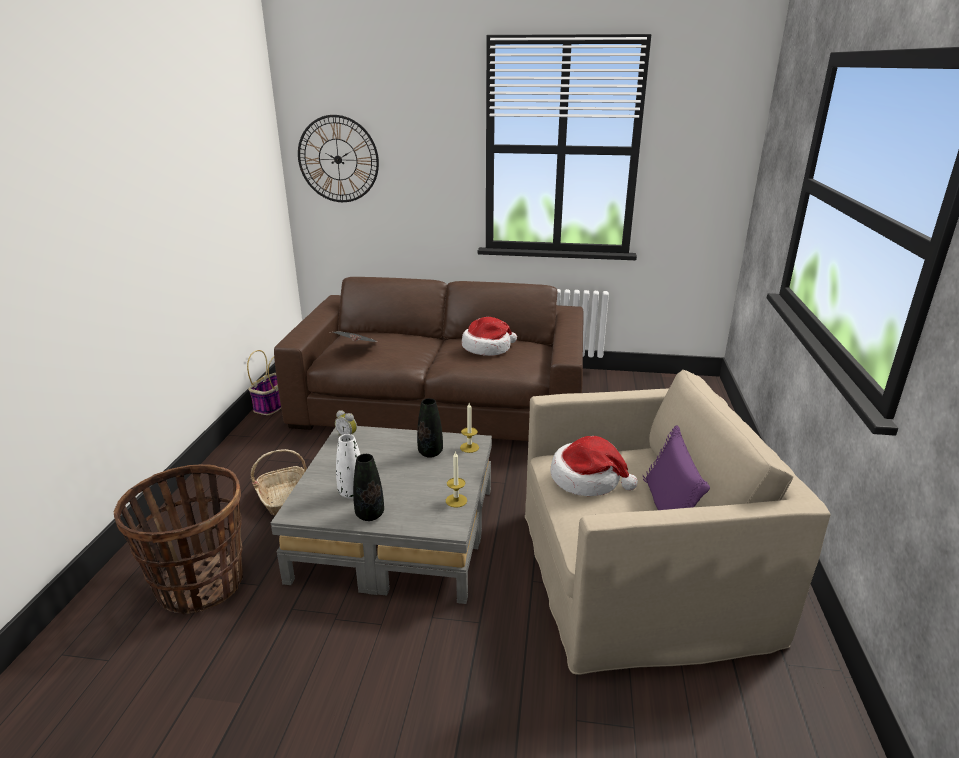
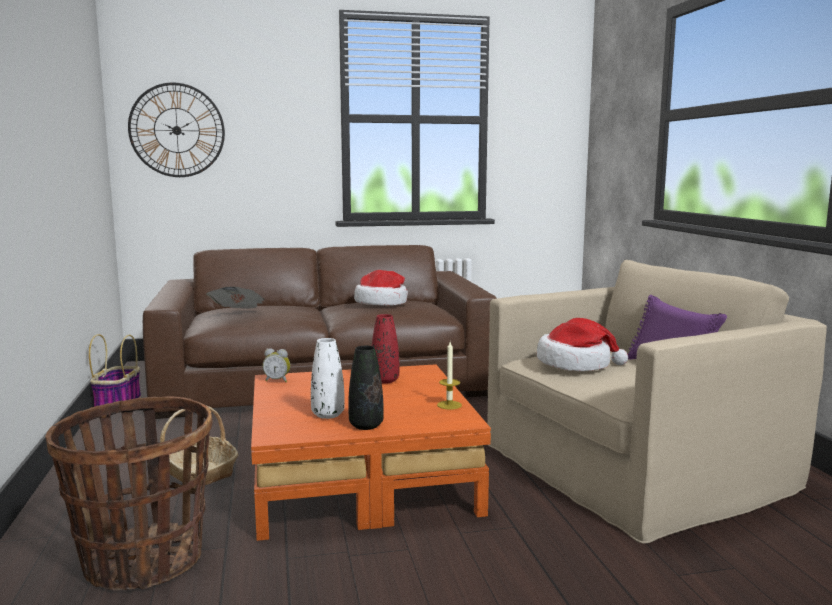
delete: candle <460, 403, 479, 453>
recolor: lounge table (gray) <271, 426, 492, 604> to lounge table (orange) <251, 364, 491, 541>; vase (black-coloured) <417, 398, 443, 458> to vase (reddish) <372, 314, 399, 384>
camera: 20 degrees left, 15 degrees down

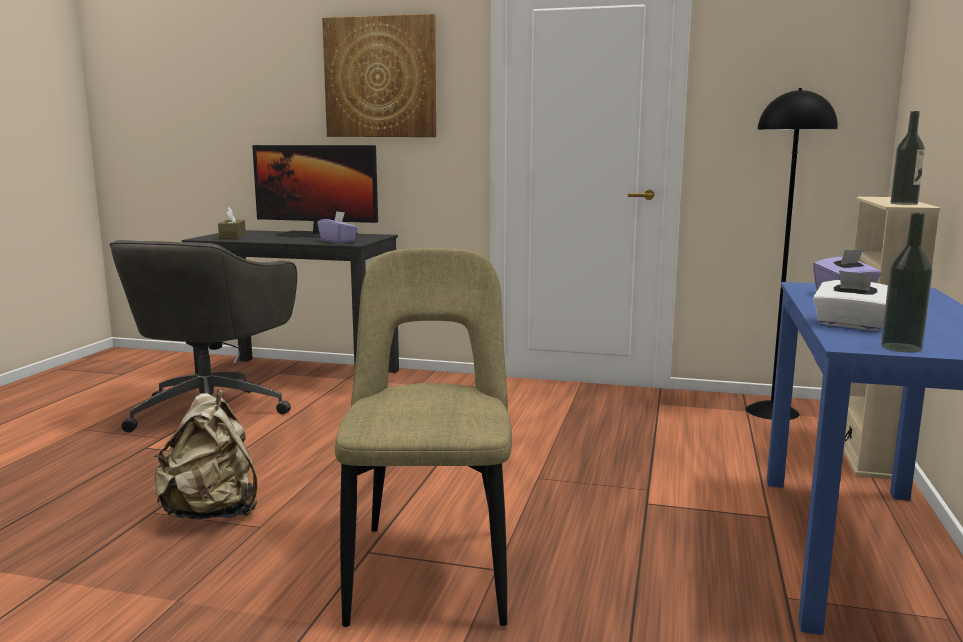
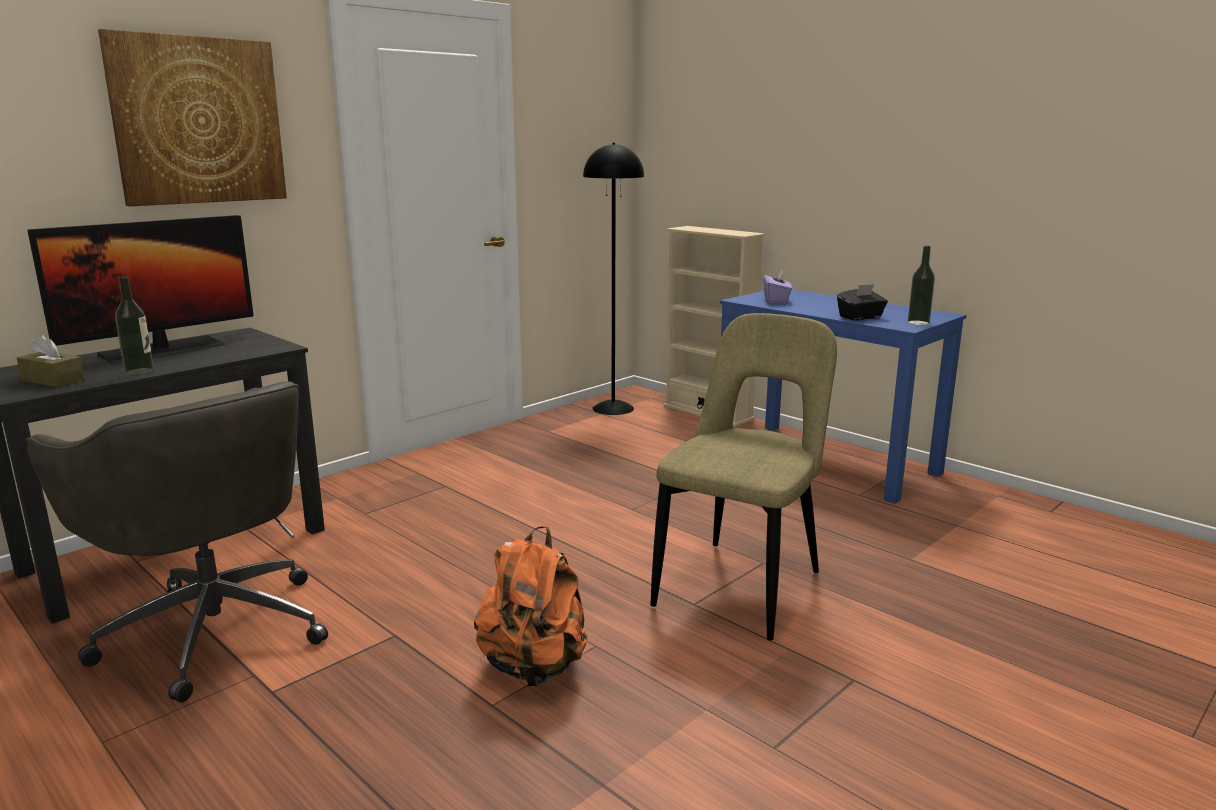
delete: tissue holder (purple) <317, 211, 358, 244>
move: beverage bottle <891, 111, 925, 205> to <115, 276, 154, 375>
recolor: knapsack (sand-coloured) <154, 389, 257, 519> to knapsack (orange) <474, 526, 588, 686>; tissue holder (white-coloured) <813, 270, 888, 331> to tissue holder (black-coloured) <837, 284, 888, 320>
rotate: upright chair (sand-coloured) <335, 248, 512, 627> = <650, 313, 837, 641> 90 degrees clockwise
camera: 60 degrees left, 5 degrees up

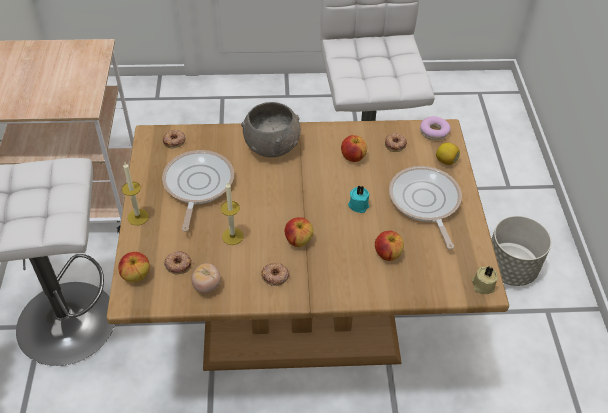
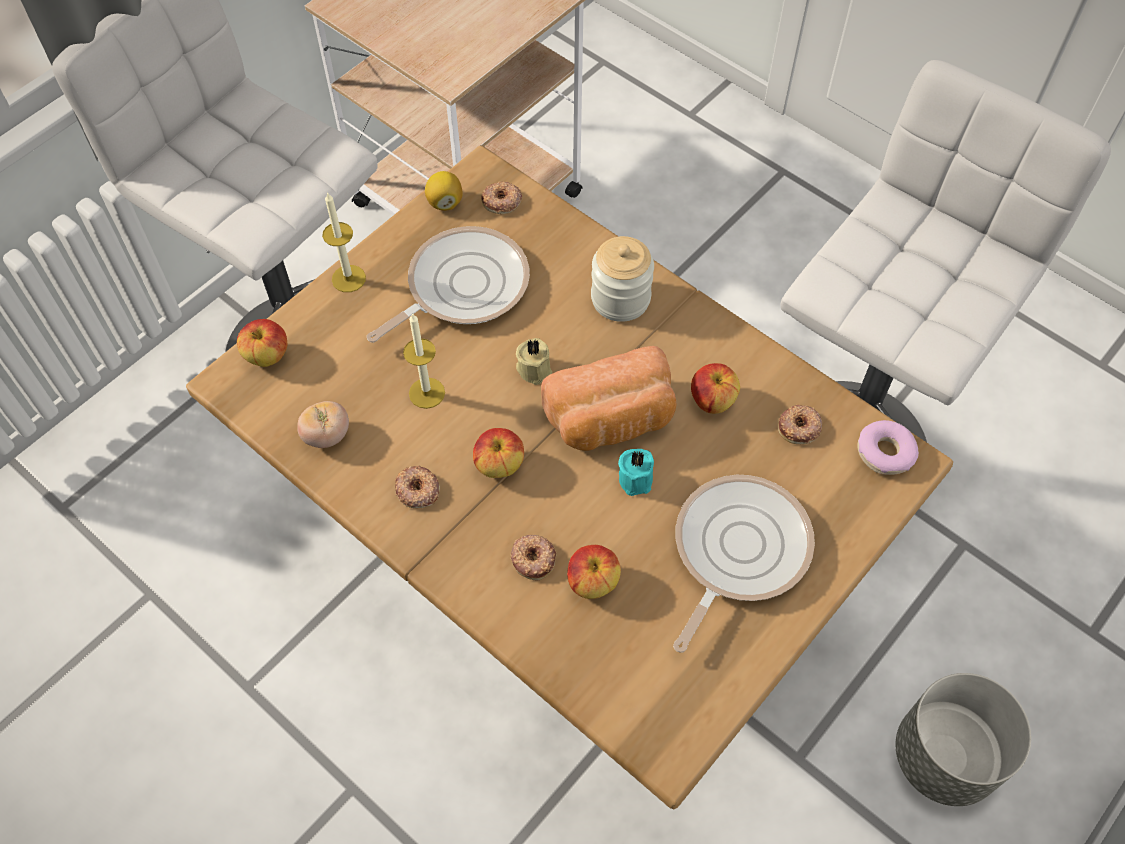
insert: baked bread <541, 346, 677, 451>
move: doughnut <164, 251, 192, 275> to <511, 535, 557, 580>; lemon <436, 143, 460, 165> to <425, 171, 463, 211>; candle (sand-coloured) <472, 266, 498, 294> to <516, 338, 552, 385>
replace: bowl (gray) <241, 102, 301, 158> to jar <591, 236, 654, 322>
camera: 45 degrees right, 10 degrees up

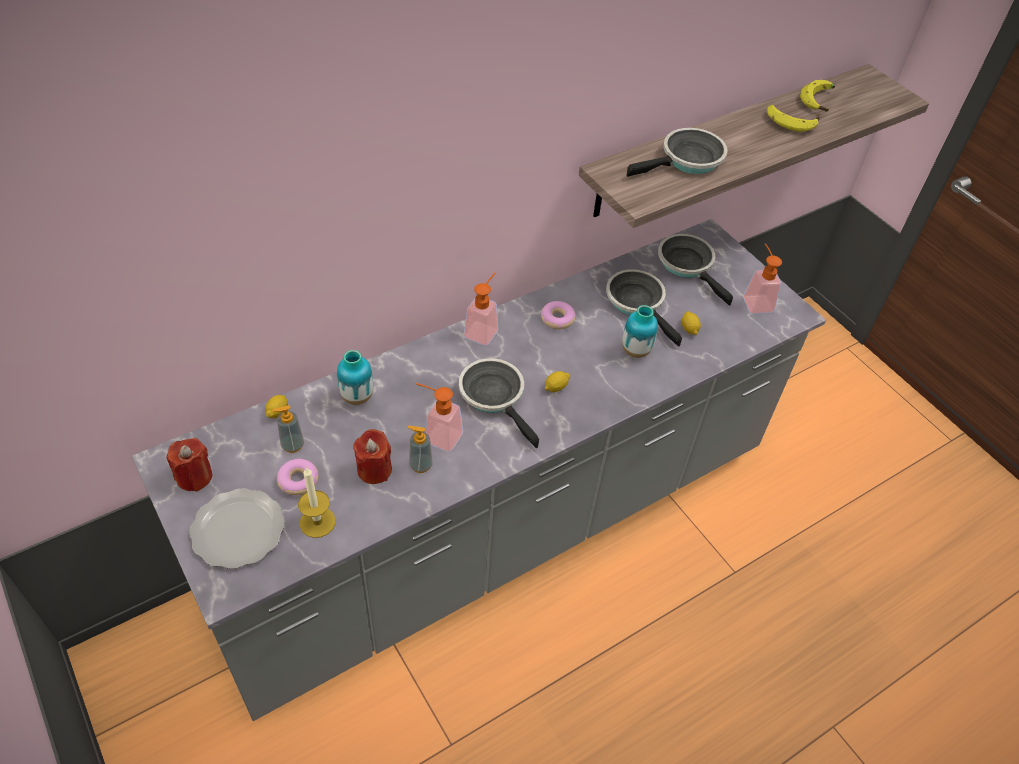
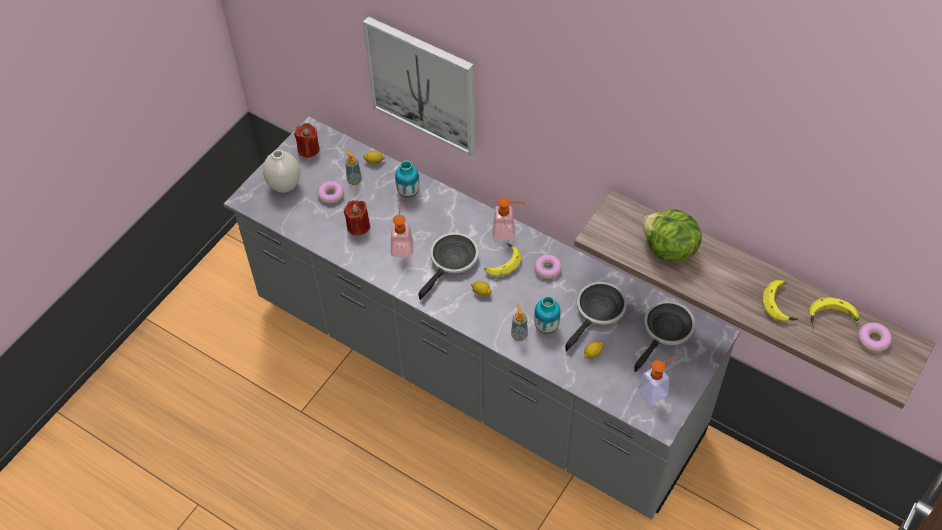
delete: candle <298, 467, 336, 538>
insert: wall art <363, 16, 475, 155>; whole banana <485, 243, 521, 276>; doughnut <858, 322, 892, 352>
move: soap dispenser <407, 426, 433, 473> to <511, 304, 528, 341>
replace: dinner plate <189, 488, 285, 569> to vase (white-coloured) <263, 150, 300, 193>; skillet <626, 128, 728, 177> to lettuce head <642, 210, 702, 262>
camera: 70 degrees right, 5 degrees up

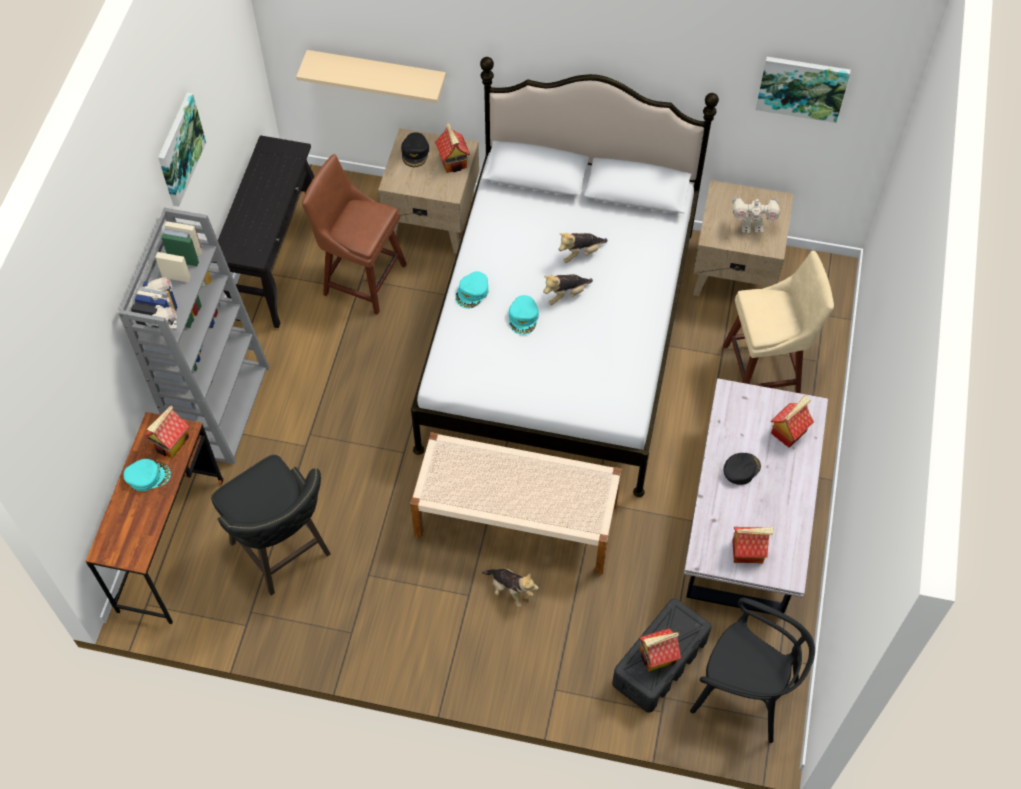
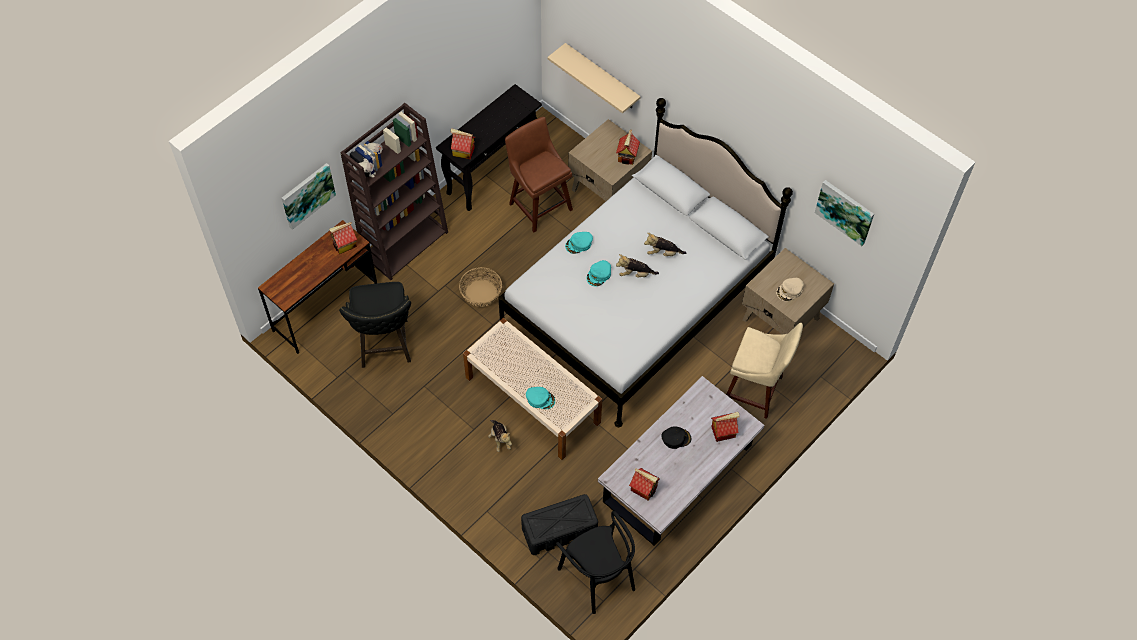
delete: peaked cap (black-coloured) <401, 133, 429, 167>
insert: household basket <459, 267, 502, 307>
move: peaked cap (turquoise) <124, 459, 171, 491> to <526, 387, 555, 409>; wall art <158, 92, 206, 207> to <282, 163, 336, 230>; toy house <640, 628, 681, 672> to <450, 129, 475, 160>
replace: toy robot <732, 197, 780, 233> to peaked cap (sand-coloured) <776, 278, 804, 301>
recolor: bookcase (gray) <118, 208, 270, 464> to bookcase (brownish) <340, 103, 448, 280>
camera: 30 degrees right, 0 degrees up

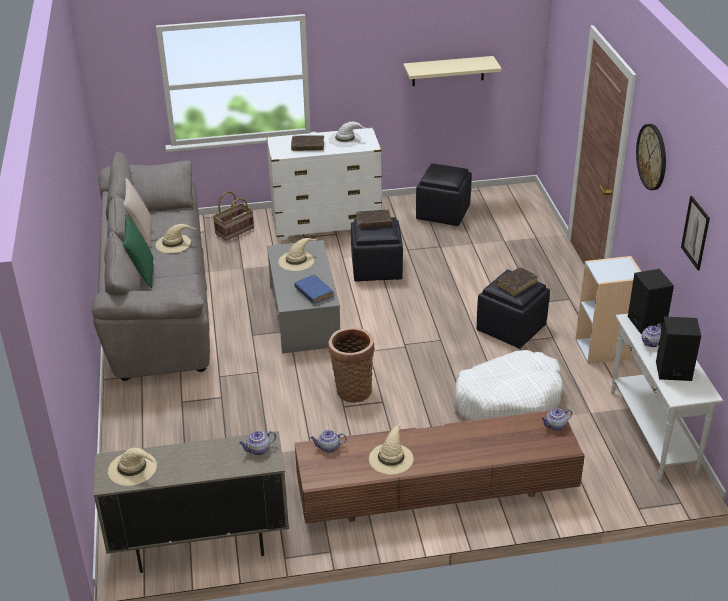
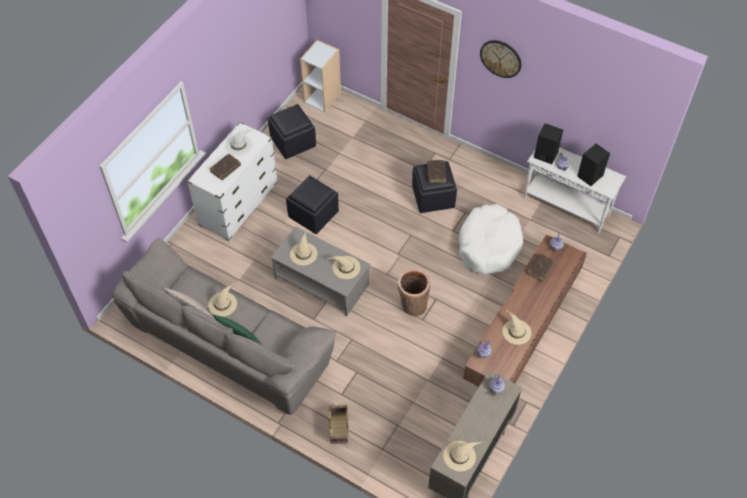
delete: shelf (sand-coloured) <403, 56, 502, 86>; wall art <681, 196, 710, 271>
move: household basket <213, 191, 254, 241> to <328, 405, 348, 444>; volume (brownish) <356, 210, 391, 228> to <526, 253, 555, 282>; bookcase <575, 256, 641, 364> to <300, 40, 341, 112>
replace: volume (bluish) <294, 275, 334, 304> to hat (sand-coloured) <326, 256, 360, 279>
camera: 50 degrees left, 20 degrees up

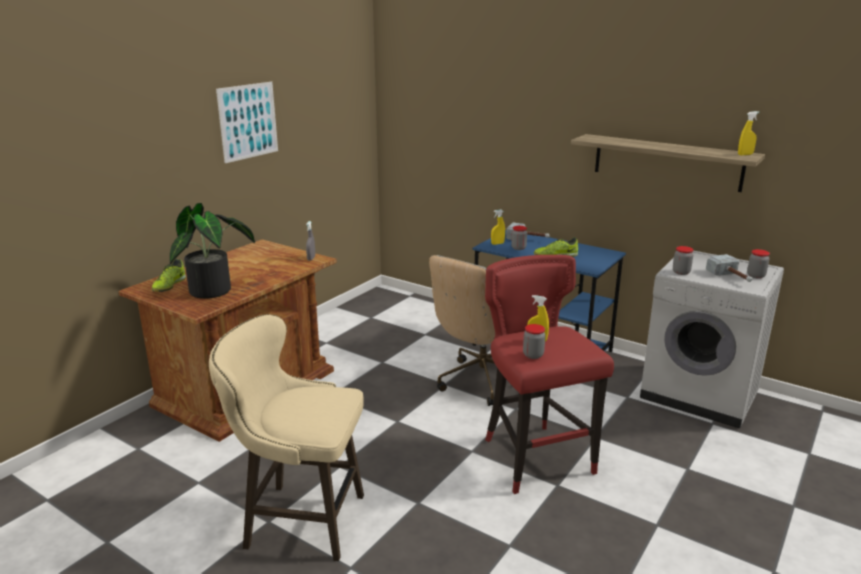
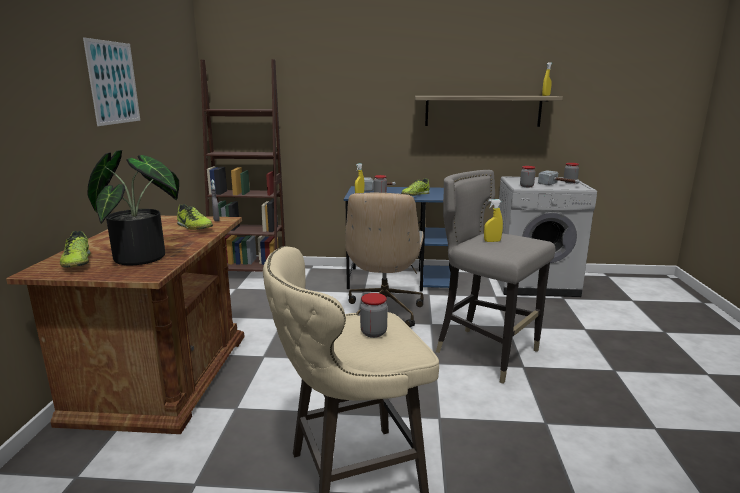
insert: shoe <177, 204, 213, 230>; bookcase (brownish) <200, 59, 285, 272>
move: jar <523, 324, 545, 359> to <360, 293, 388, 338>
recolor: stool (reddish) <485, 255, 614, 494> to stool (gray) <436, 170, 555, 384>
camera: 30 degrees left, 5 degrees down

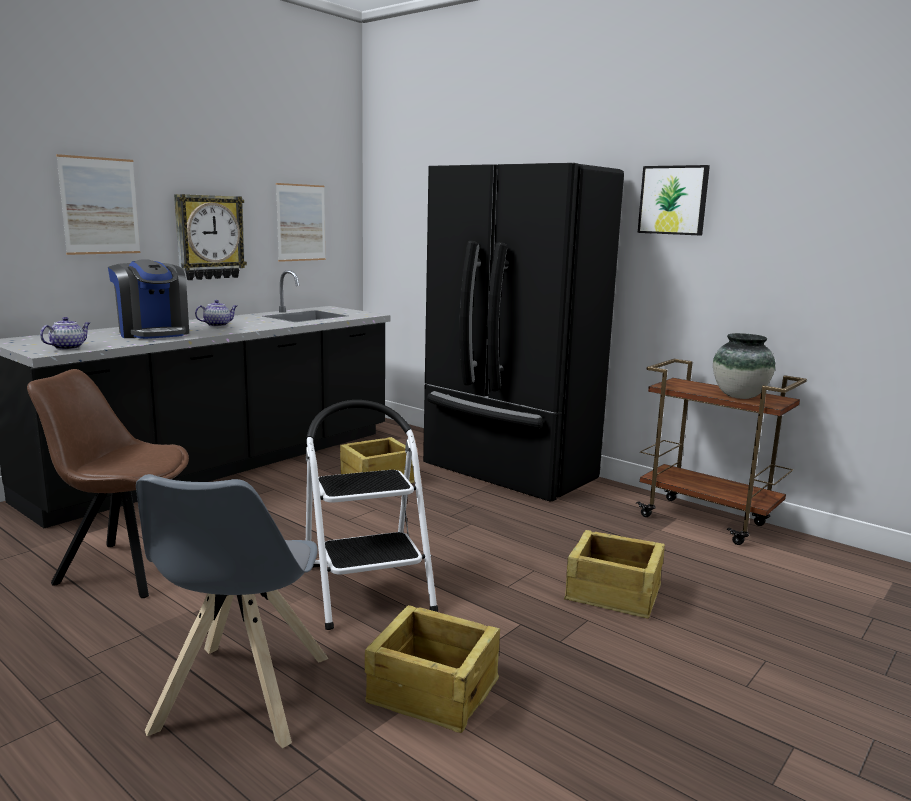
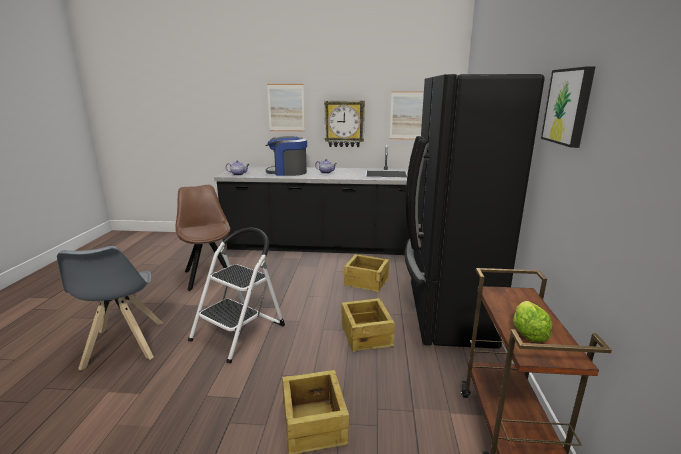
move: shipping crate <365, 605, 500, 733> to <341, 298, 395, 352>
replace: vase <713, 333, 775, 399> to lettuce head <514, 301, 552, 342>
rotate: coffee brewer <108, 260, 189, 339> = <265, 136, 307, 176> 75 degrees clockwise; upright chair (gray) <136, 474, 329, 748> = <57, 246, 163, 371> 75 degrees counterclockwise
camera: 55 degrees right, 5 degrees up

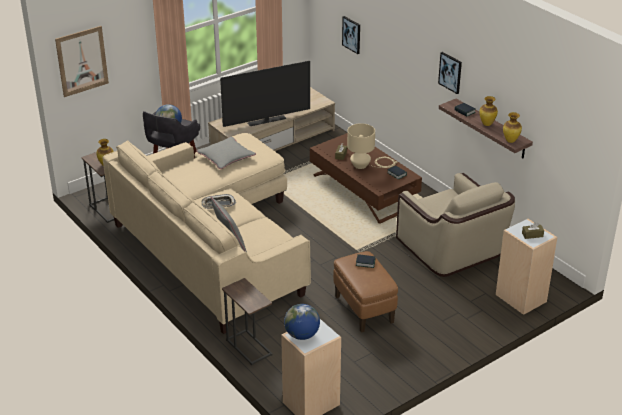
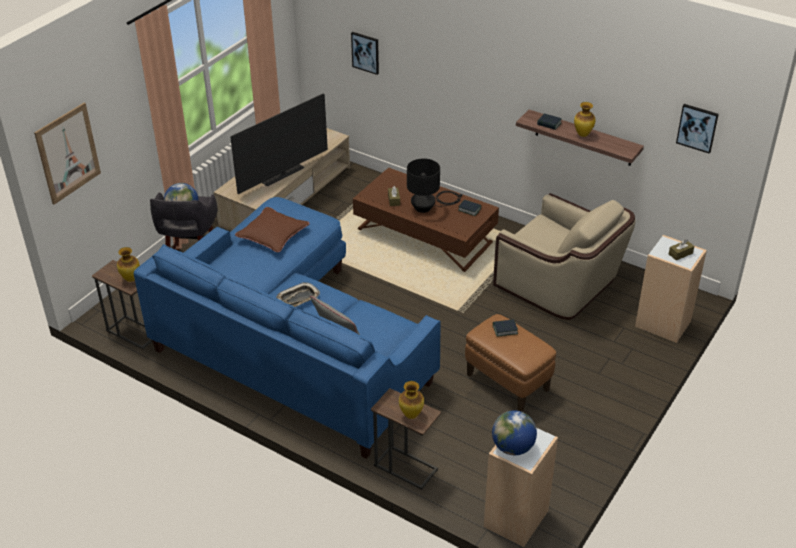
move: wall art <438, 52, 462, 94> to <676, 104, 719, 154>; vase <503, 112, 522, 143> to <399, 381, 424, 419>
recolor: couch (sand-coloured) <103, 133, 311, 334> to couch (bluish) <134, 197, 441, 459>; cushion (gray) <196, 137, 256, 169> to cushion (brownish) <235, 207, 310, 252>; table lamp (sand-coloured) <347, 123, 397, 169> to table lamp (black-coloured) <407, 158, 462, 213>
camera: 20 degrees left, 5 degrees up

